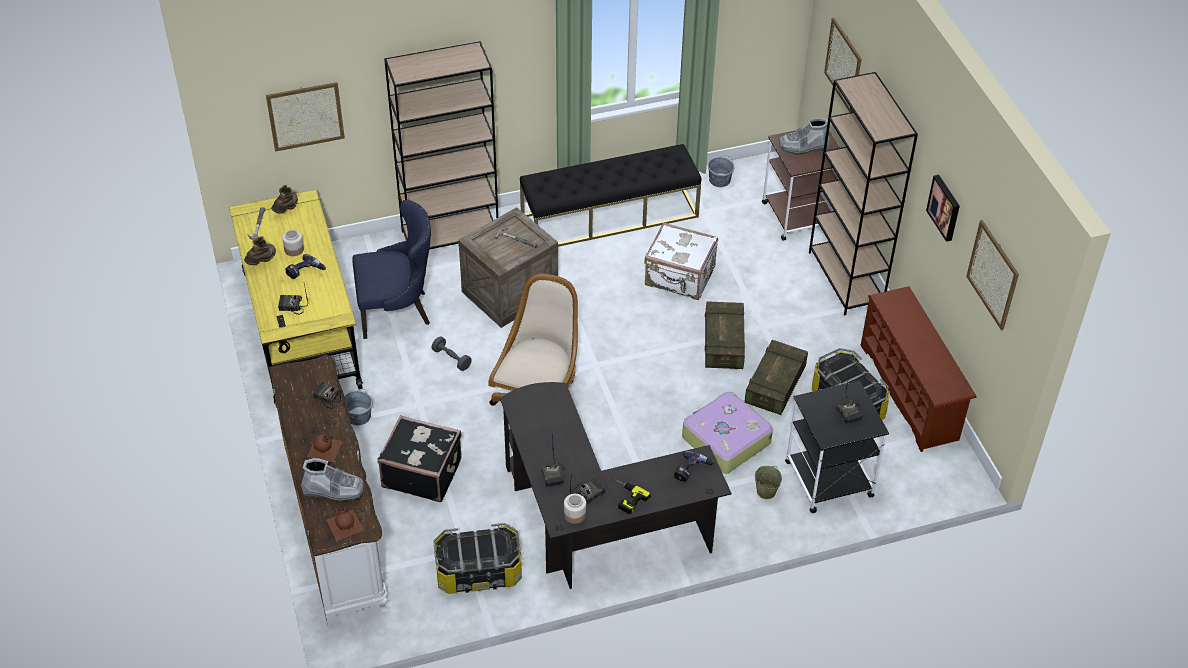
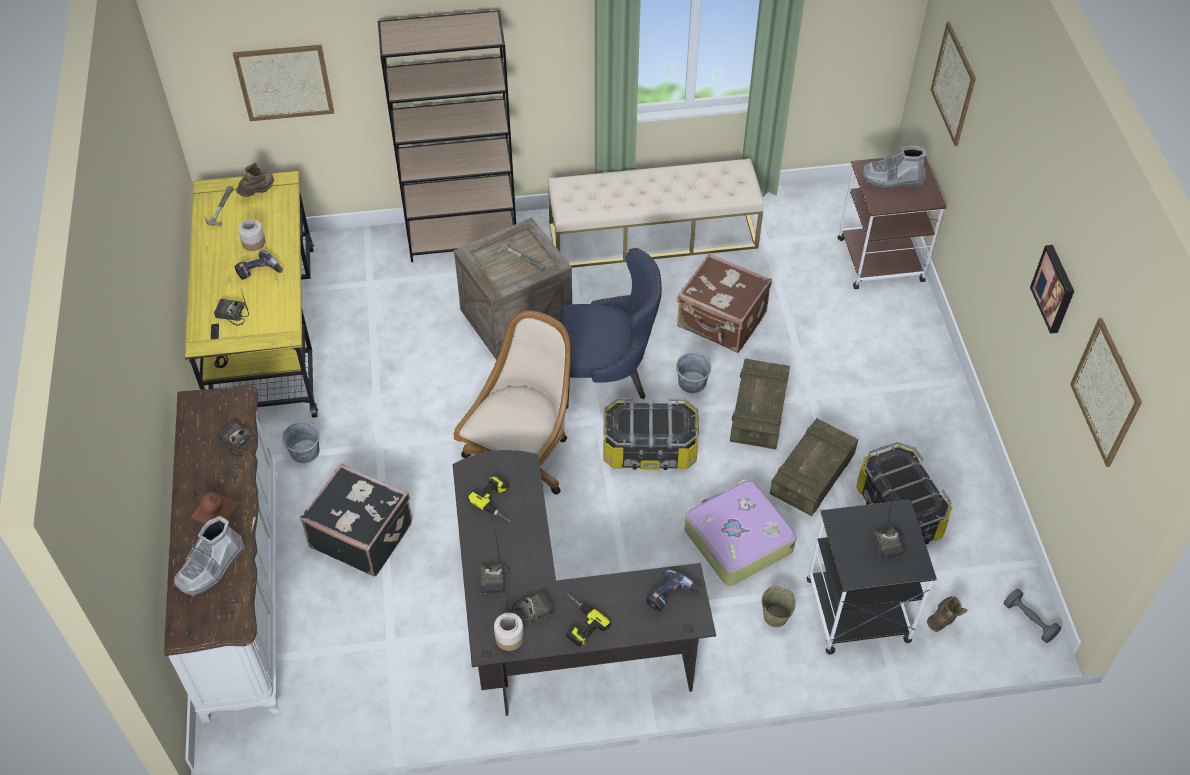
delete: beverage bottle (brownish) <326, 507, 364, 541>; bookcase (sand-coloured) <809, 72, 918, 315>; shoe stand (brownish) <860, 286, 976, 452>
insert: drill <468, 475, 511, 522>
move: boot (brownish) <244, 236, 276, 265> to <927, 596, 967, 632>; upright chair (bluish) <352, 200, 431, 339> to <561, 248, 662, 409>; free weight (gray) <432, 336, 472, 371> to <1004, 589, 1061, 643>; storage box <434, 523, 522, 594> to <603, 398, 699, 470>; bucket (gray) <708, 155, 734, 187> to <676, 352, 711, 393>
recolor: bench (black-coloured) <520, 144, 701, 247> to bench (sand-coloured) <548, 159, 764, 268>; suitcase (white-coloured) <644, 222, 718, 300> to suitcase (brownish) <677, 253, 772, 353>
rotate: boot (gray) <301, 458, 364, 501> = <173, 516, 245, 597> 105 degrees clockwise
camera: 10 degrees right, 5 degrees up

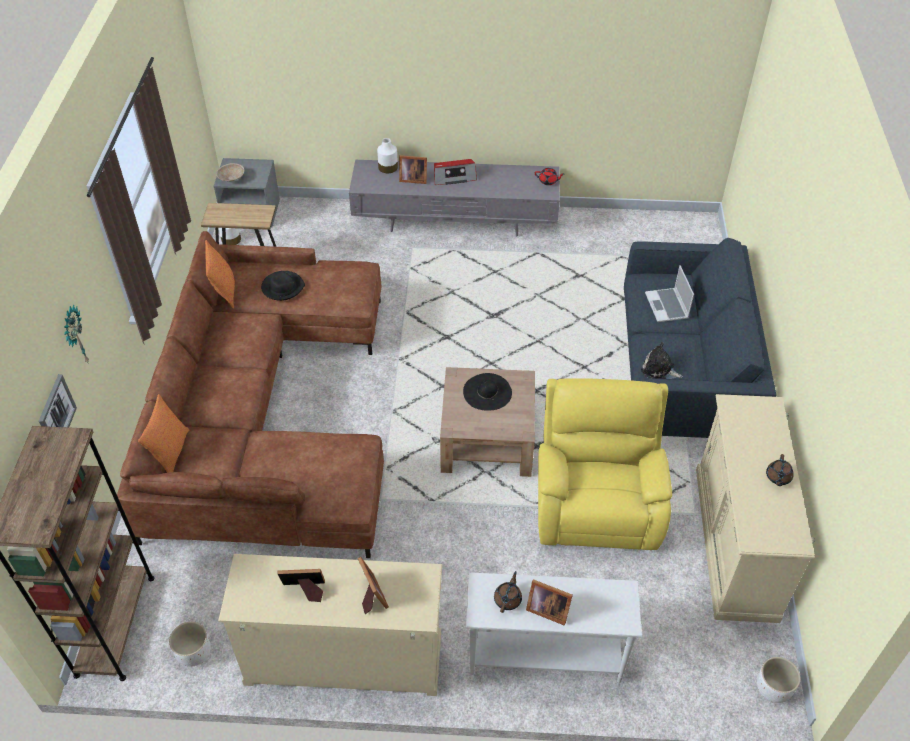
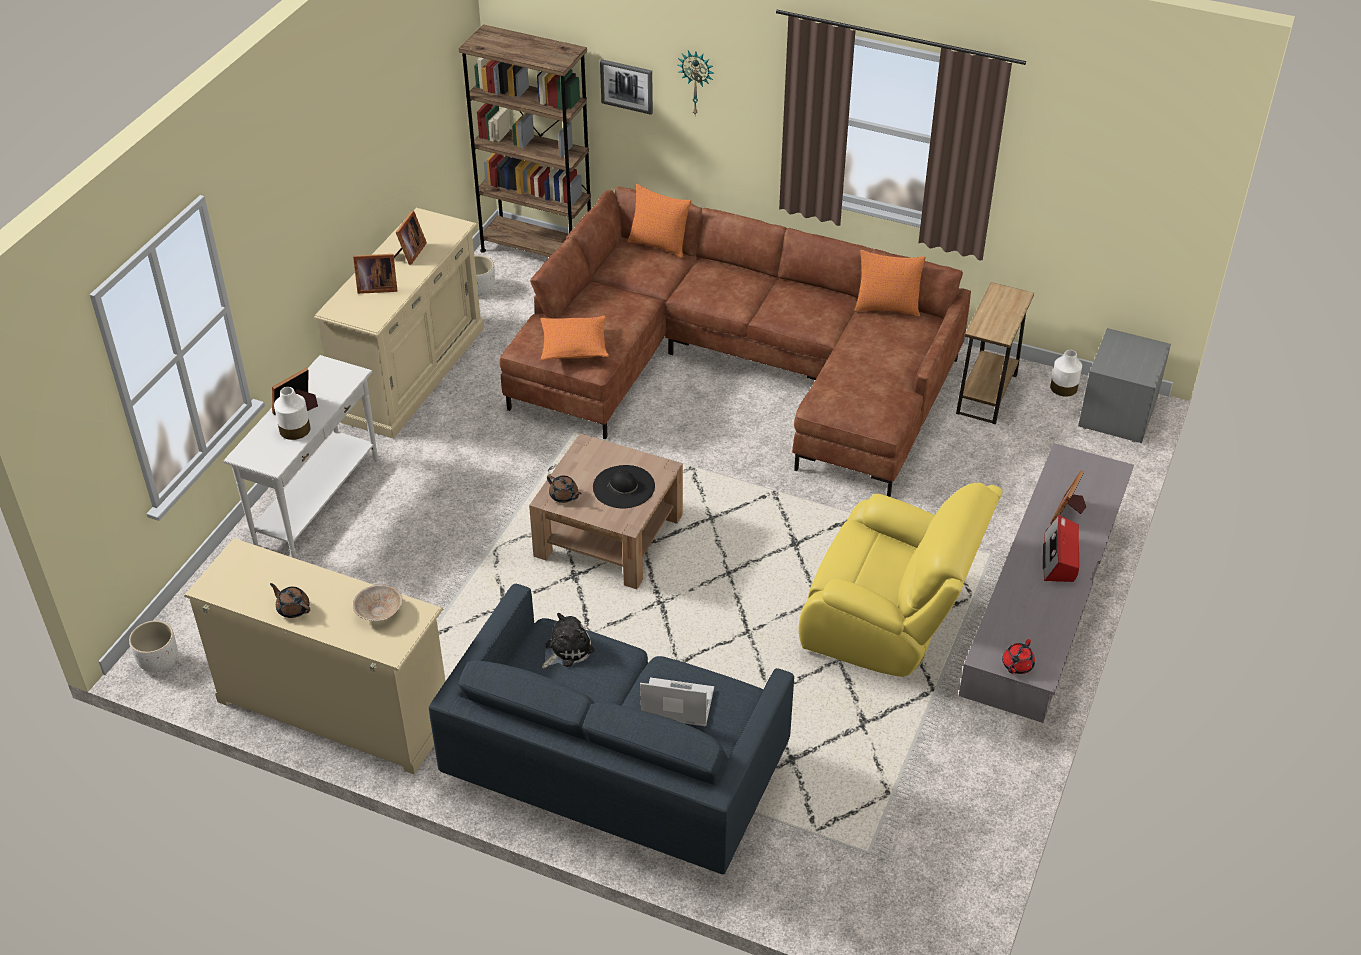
delete: hat (black-coloured) <261, 271, 305, 301>
insert: cushion (orange) <540, 315, 609, 360>
move: bowl (sand-coloured) <216, 163, 244, 181> to <353, 584, 402, 621>; vase (white-coloured) <377, 138, 398, 173> to <274, 387, 310, 440>; teapot (brownish) <494, 571, 522, 613> to <547, 475, 582, 503>; armchair (yellow-coloured) <538, 378, 672, 550> to <799, 483, 1003, 677>
camera: 110 degrees right, 5 degrees down

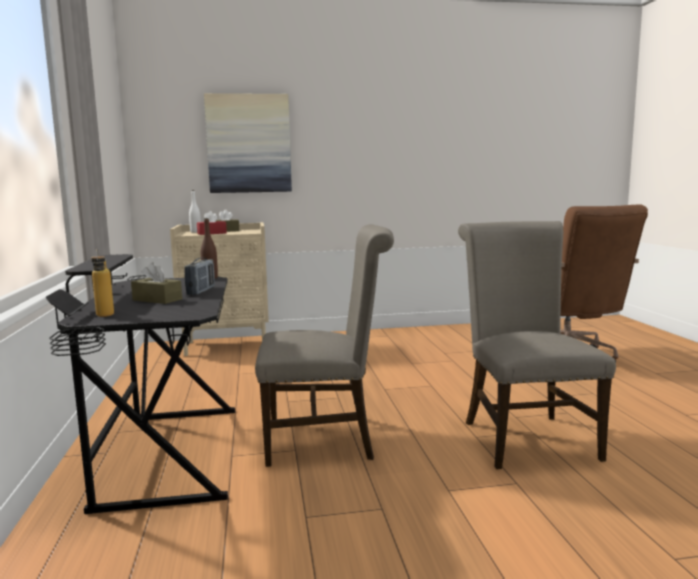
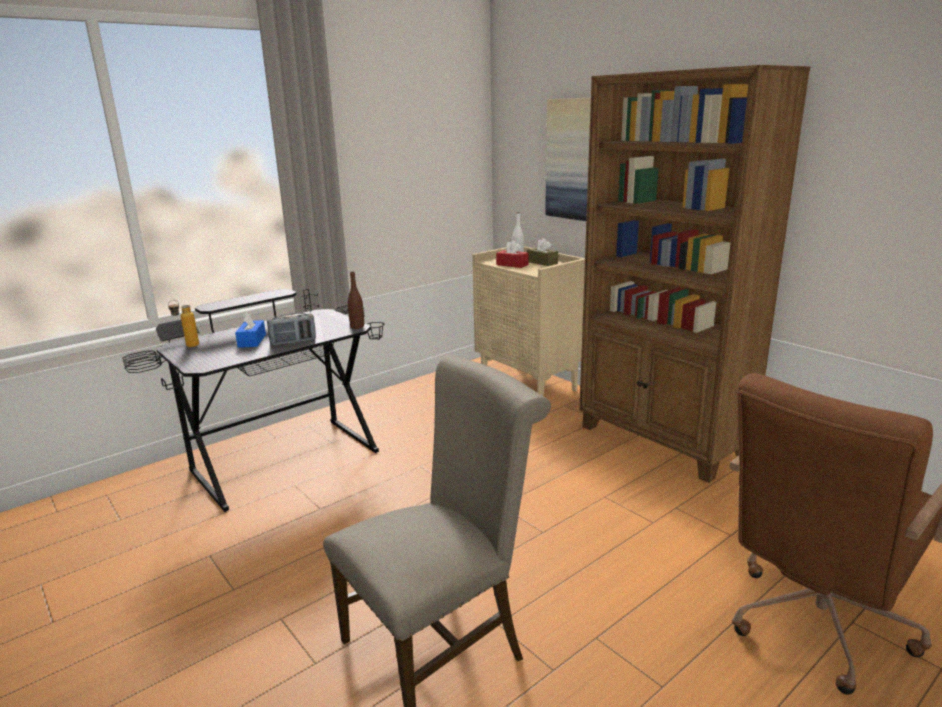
delete: upright chair (sand-coloured) <255, 224, 394, 467>
insert: bookcase (brownish) <579, 65, 810, 483>
recolor: tissue holder (brownish) <131, 262, 182, 304> to tissue holder (bluish) <235, 312, 266, 348>
camera: 60 degrees right, 10 degrees up

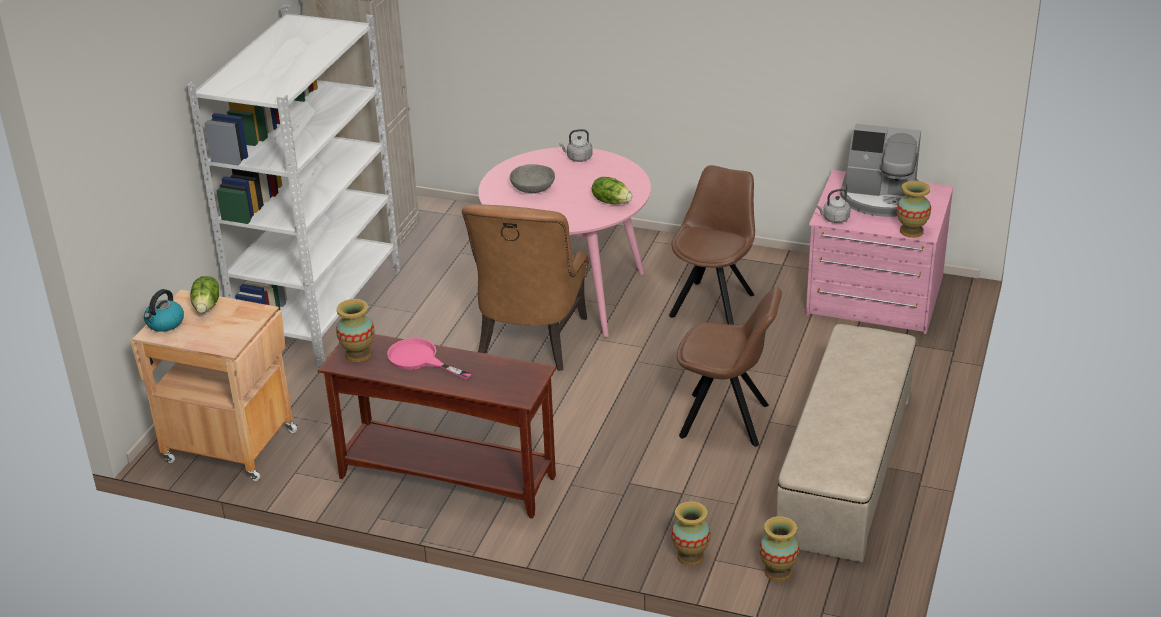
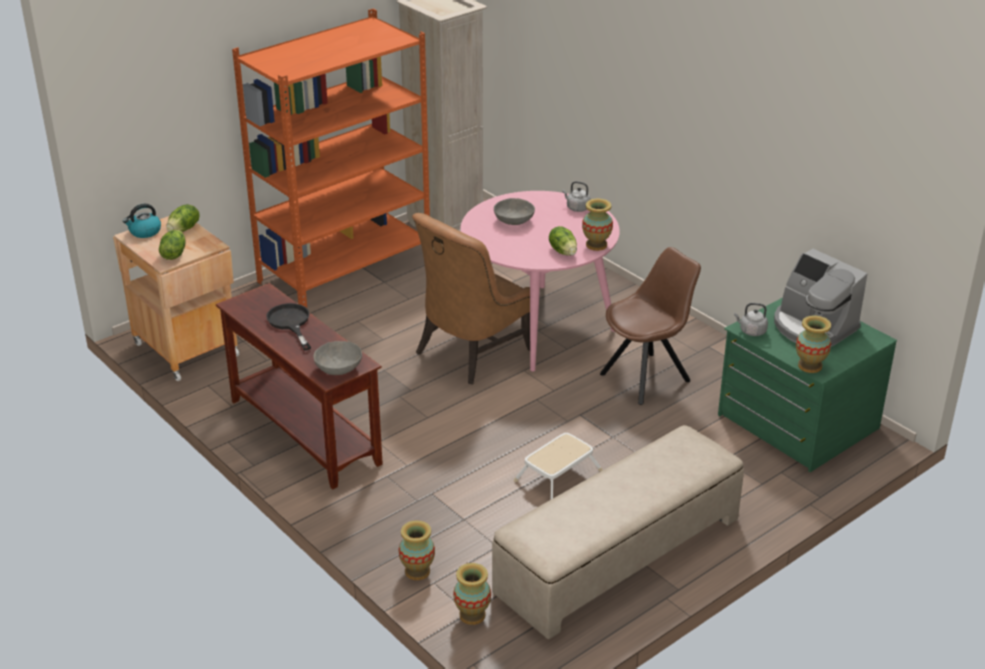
insert: lettuce head <159, 230, 186, 260>; bowl (gray) <313, 341, 362, 375>
move: vase <336, 299, 374, 362> to <582, 199, 613, 251>
replace: upright chair (brownish) <677, 287, 782, 447> to step ladder (sand-coloured) <514, 433, 603, 500>
recolor: bookcase (white-coloured) <187, 5, 400, 368> to bookcase (orange) <232, 9, 430, 308>; skillet (pinkish) <387, 338, 471, 380> to skillet (black-coloured) <266, 303, 311, 350>; chest of drawers (pinkish) <806, 170, 953, 334> to chest of drawers (greenish) <718, 297, 897, 472>
camera: 30 degrees right, 0 degrees up

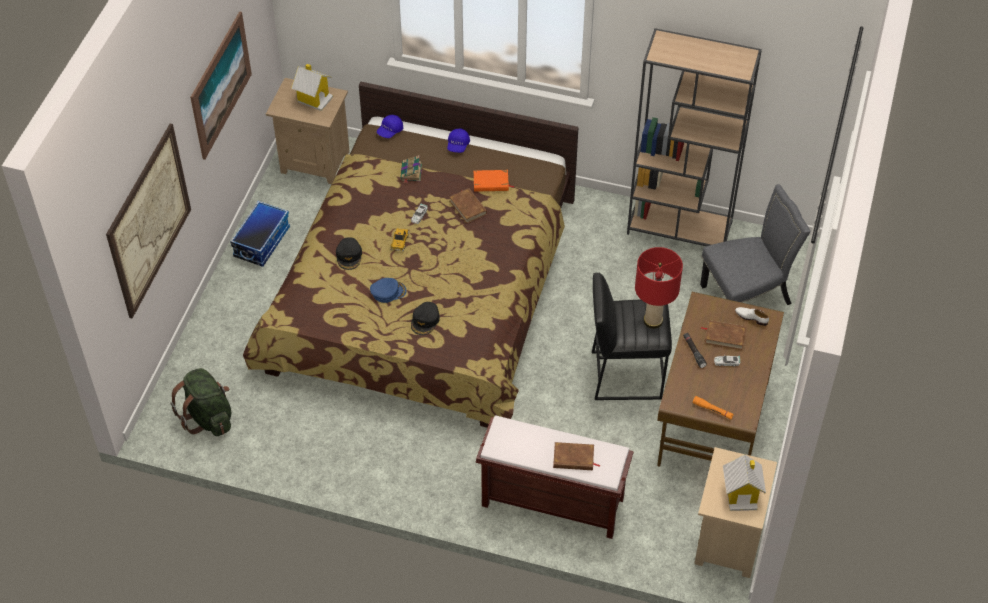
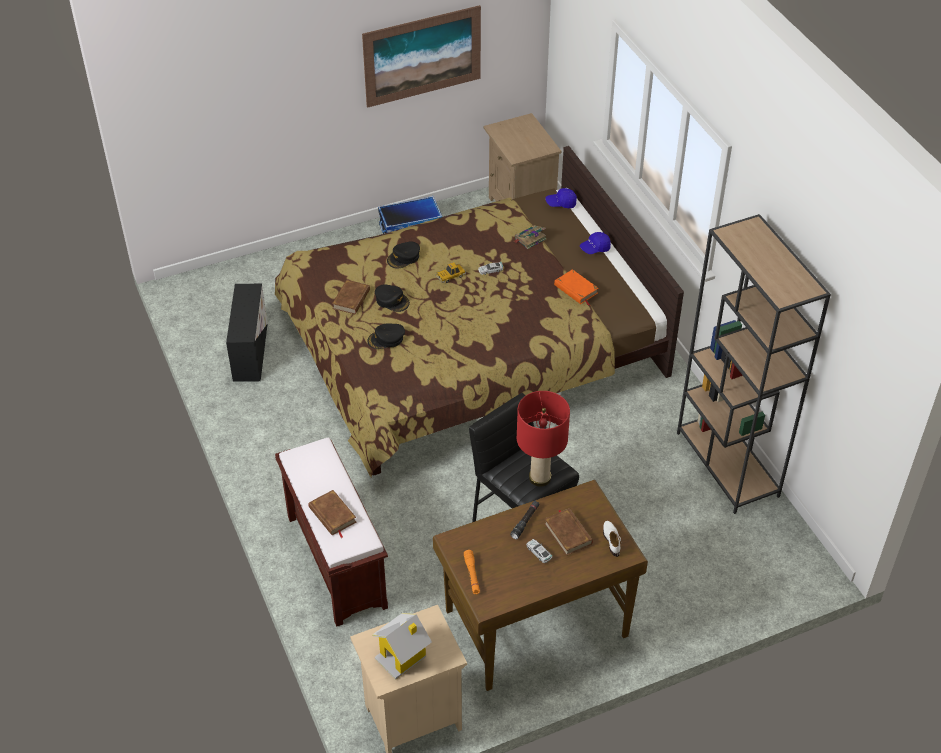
delete: wall art <106, 124, 191, 319>; knapsack (greenish) <170, 368, 232, 436>; toy house <291, 64, 333, 111>; upright chair (gray) <700, 184, 811, 305>
insert: storage box (black-coloured) <226, 284, 268, 382>
move: volume (brownish) <450, 188, 487, 223> to <332, 280, 370, 314>
recolor: peaked cap (bluish) <370, 278, 406, 303> to peaked cap (black-coloured) <375, 284, 410, 312>
camera: 50 degrees right, 5 degrees down

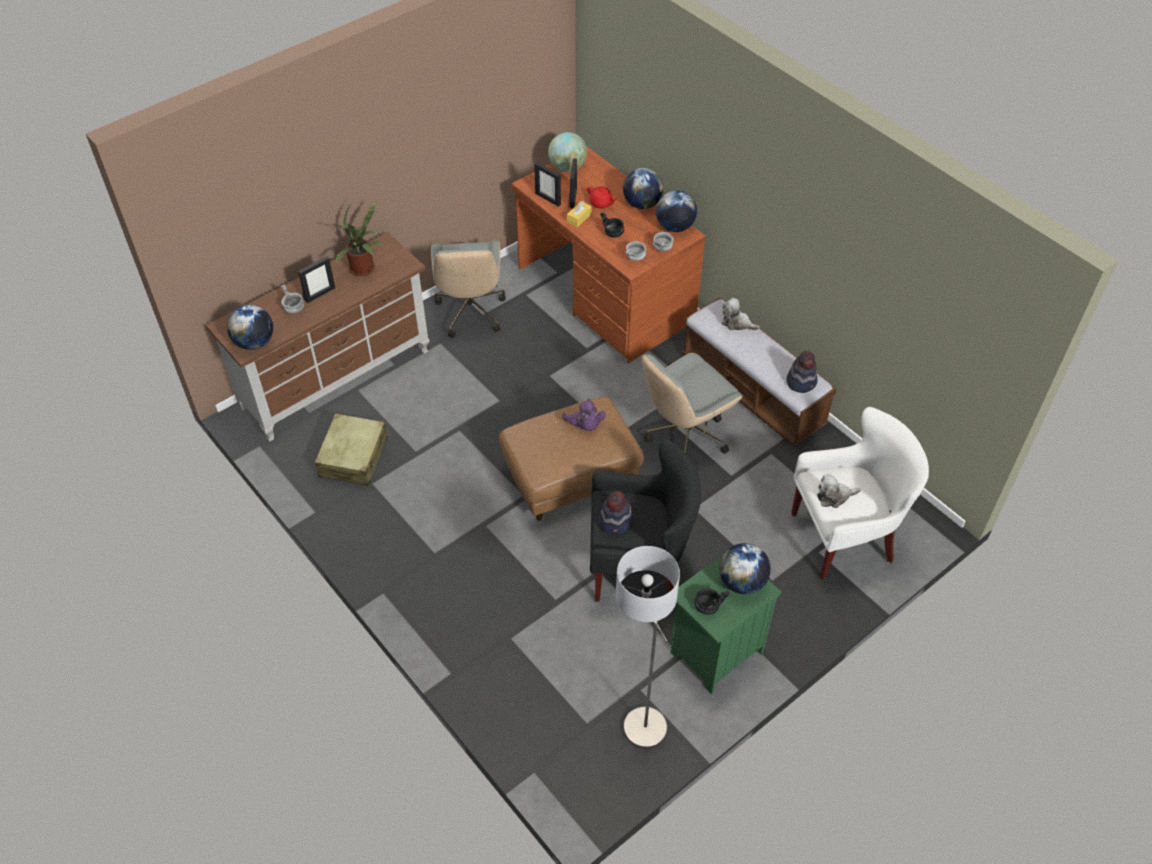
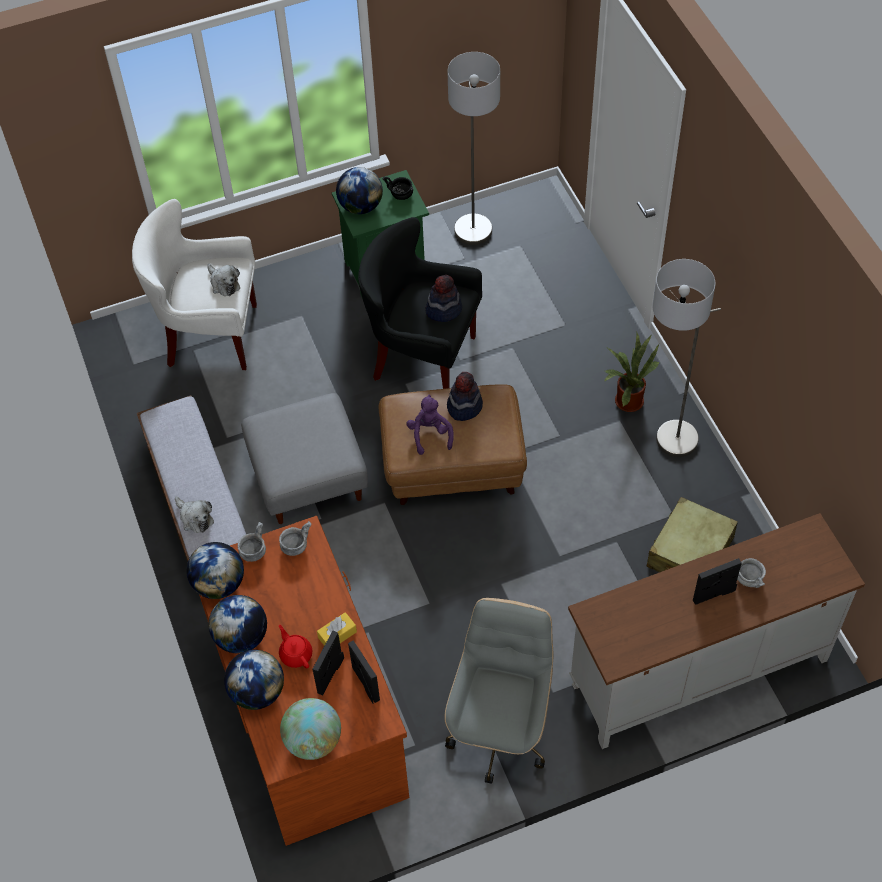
delete: bowl (black-coloured) <600, 213, 624, 238>
insert: floor lamp (gray) <652, 259, 721, 457>
move: world globe <227, 305, 273, 350> to <224, 650, 284, 710>; potted plant <332, 200, 384, 276> to <605, 332, 660, 412>; hat <787, 351, 818, 393> to <447, 372, 483, 421>
replace: desk chair (gray) <642, 353, 743, 454> to footrest (gray) <241, 393, 368, 524>
rotate: soft toy <817, 474, 861, 508> = <207, 264, 240, 296> 45 degrees clockwise
camera: 160 degrees left, 5 degrees up

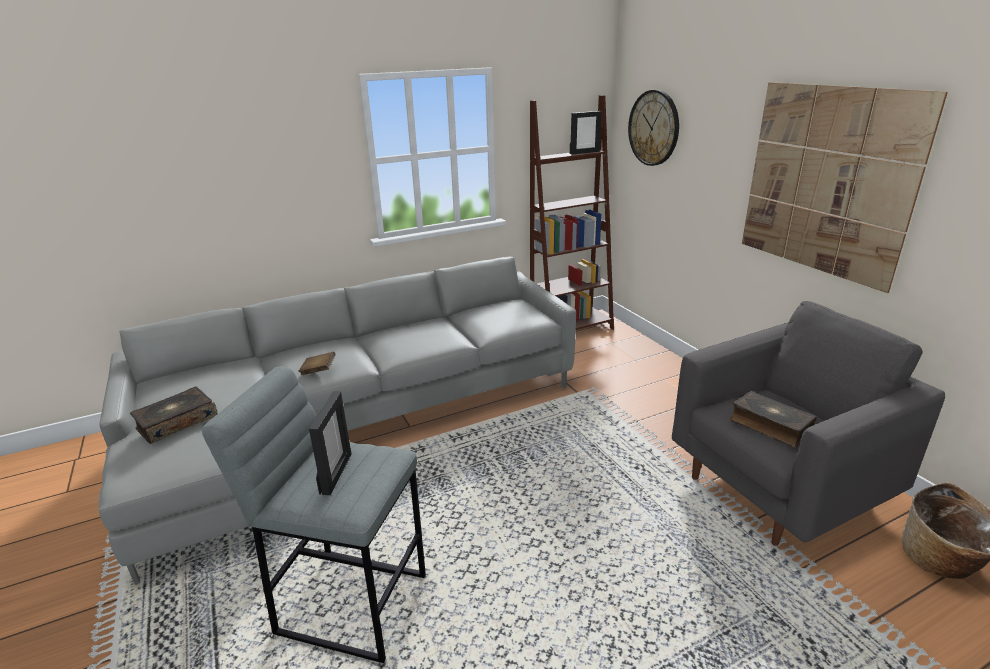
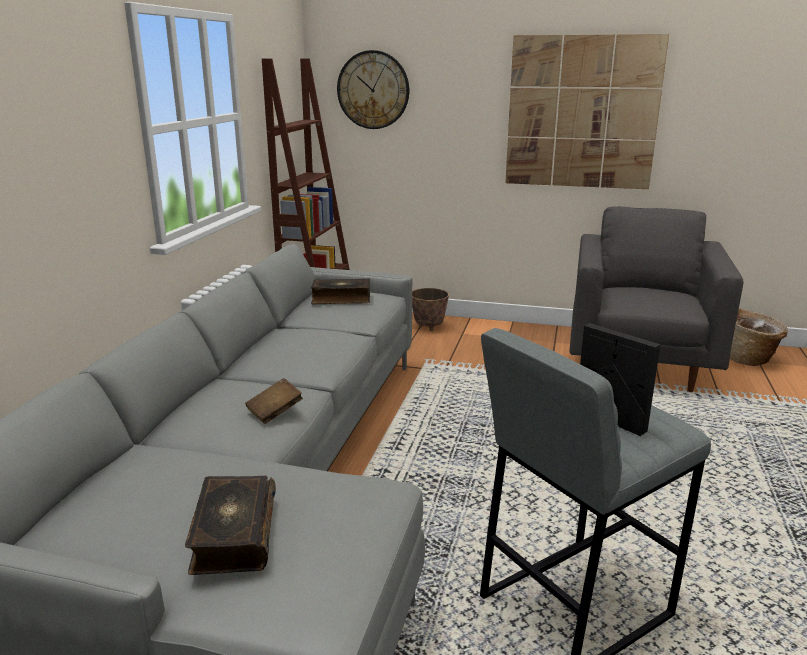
delete: picture frame <570, 111, 602, 154>
insert: plant pot <412, 288, 449, 331>
move: volume <729, 391, 817, 447> to <311, 278, 370, 305>
camera: 50 degrees left, 5 degrees down

